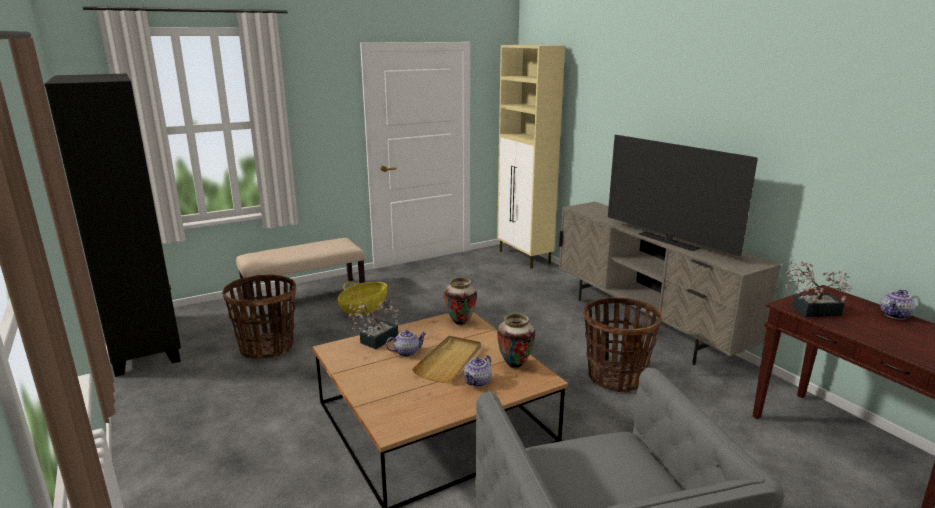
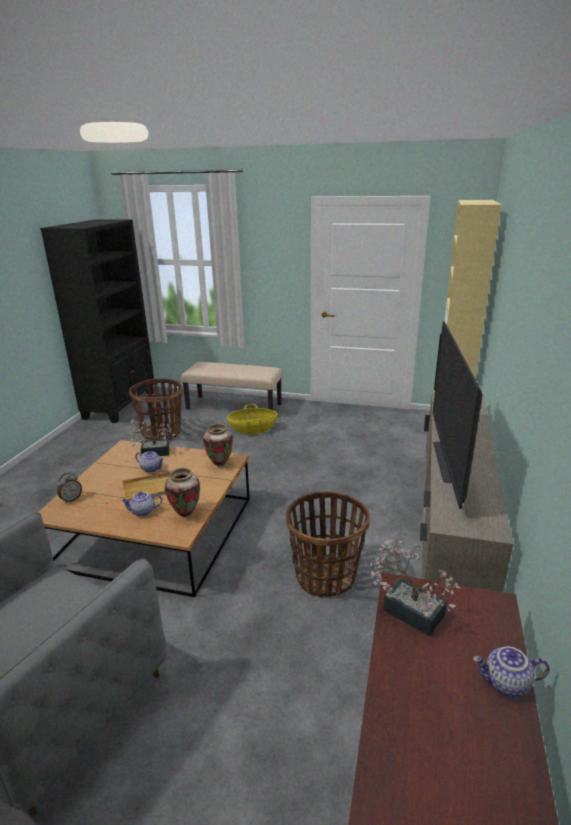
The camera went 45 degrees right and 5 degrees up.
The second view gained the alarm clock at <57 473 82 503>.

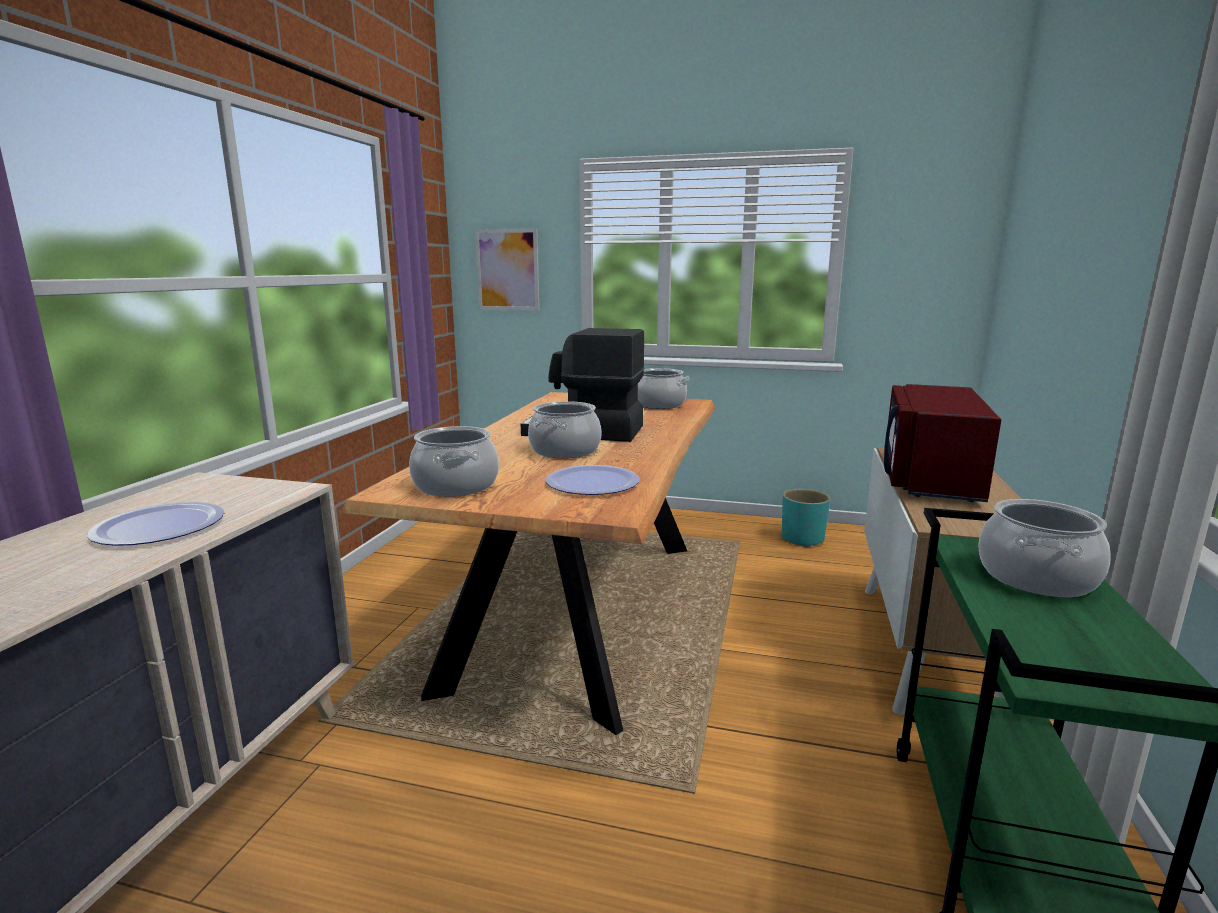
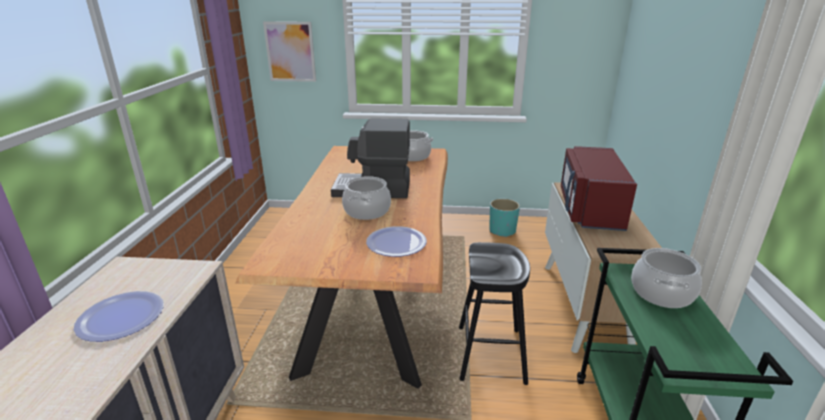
The camera went 10 degrees left and 10 degrees up.
The second view lost the cooking pot at <409 426 499 497>.
The second view gained the black stool at <459 242 530 385>.

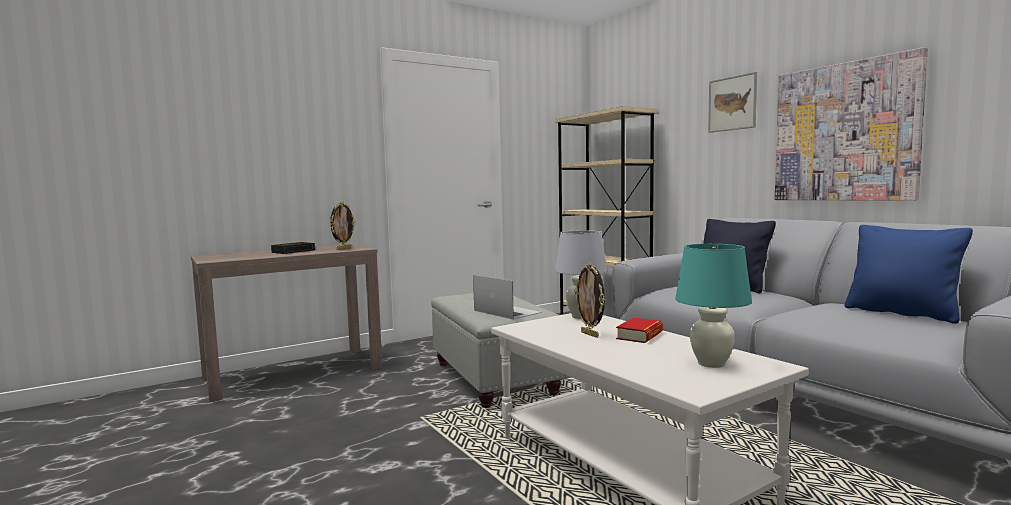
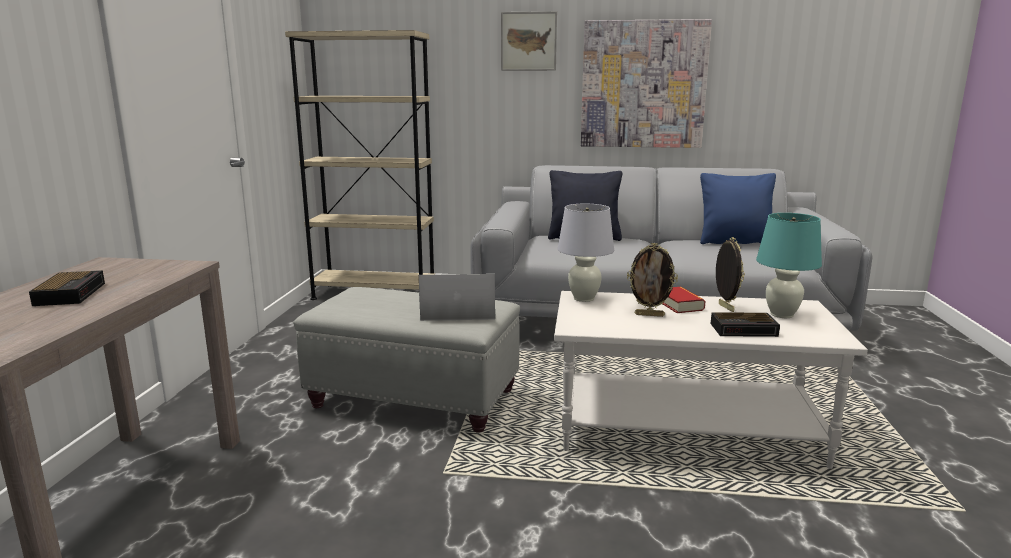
The camera went 50 degrees left and 10 degrees up.
The picture frame ended up elsewhere, having gone from <330 202 356 250> to <716 237 745 312>.
The second view gained the alarm clock at <711 312 780 337>.

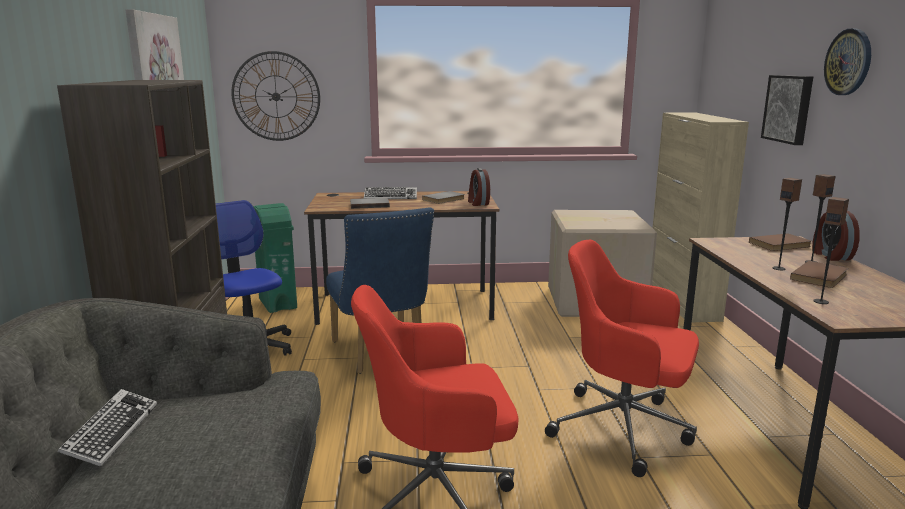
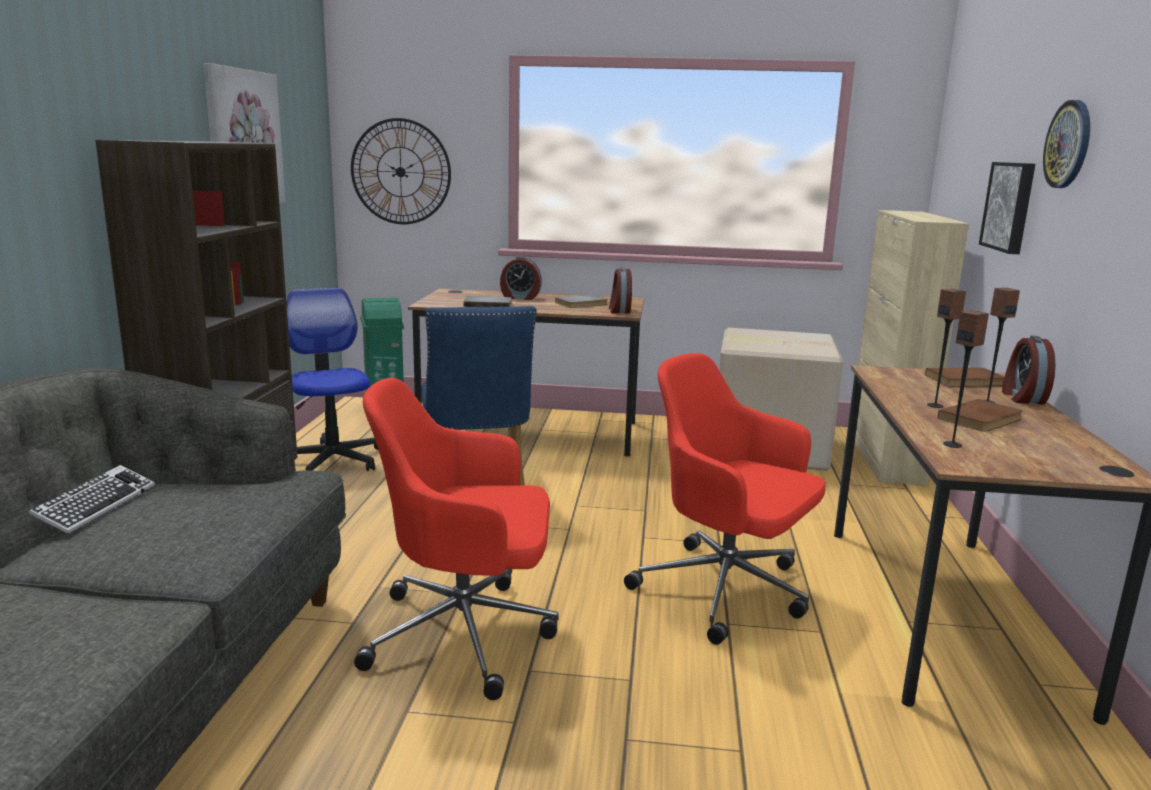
The camera went 10 degrees right and 0 degrees up.
Where the keyboard stood at <364 187 417 199>, the alarm clock came to stand at <500 257 542 300>.

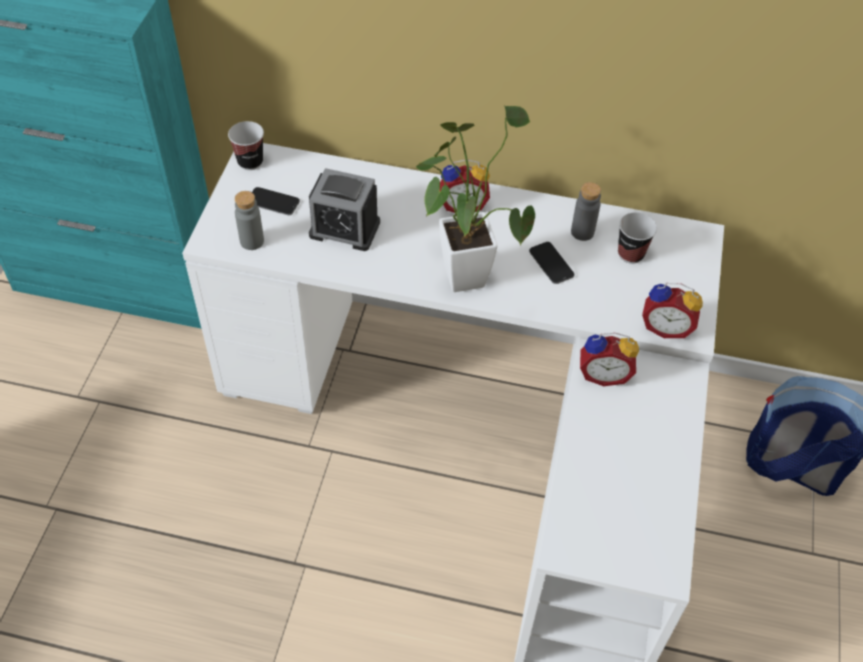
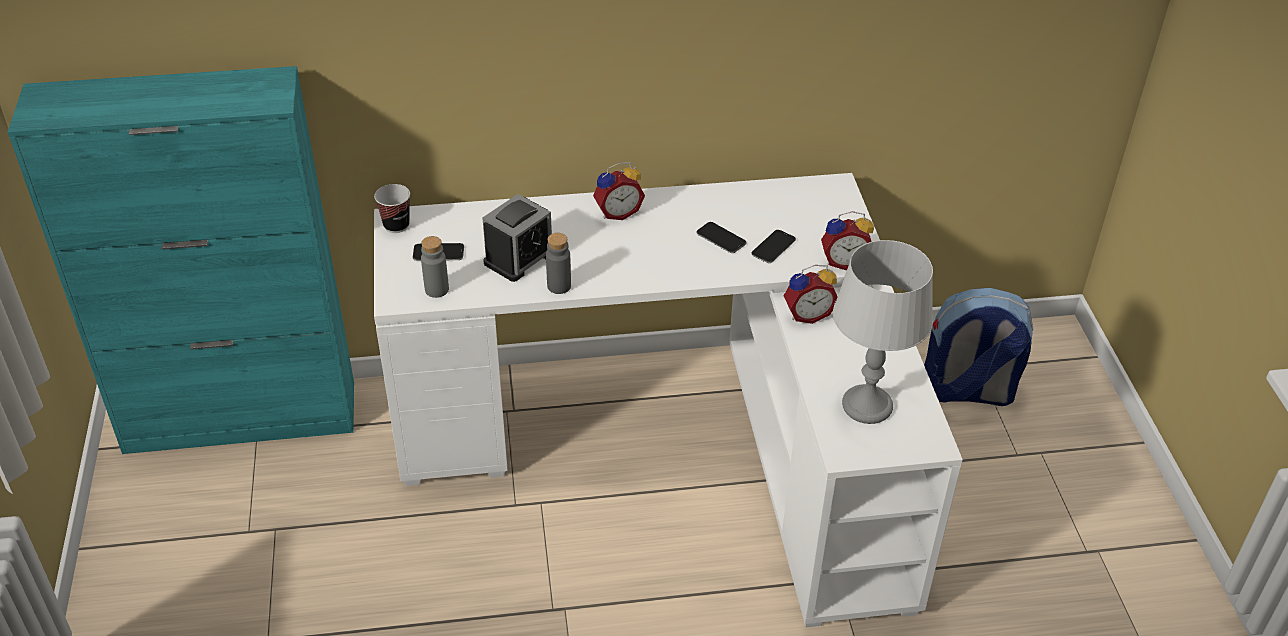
The camera went 20 degrees left and 10 degrees down.
The alarm clock at <309 168 380 251> ended up facing another way, 45 degrees counterclockwise from before.
The second view lost the potted plant at <416 105 535 292>.
The grey bottle ended up elsewhere, having gone from <571 182 601 241> to <546 233 571 294>.
The second view lost the cup at <618 212 657 263>.
The second view gained the phone at <751 230 796 263>.
The second view gained the grey table lamp at <833 240 933 424>.

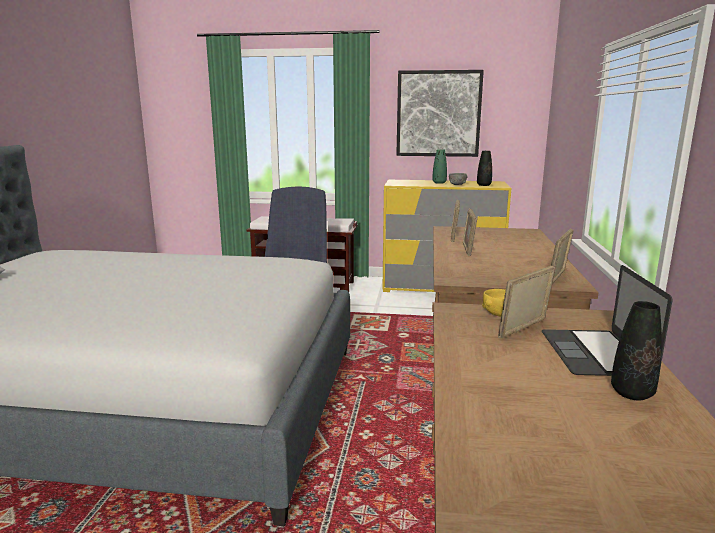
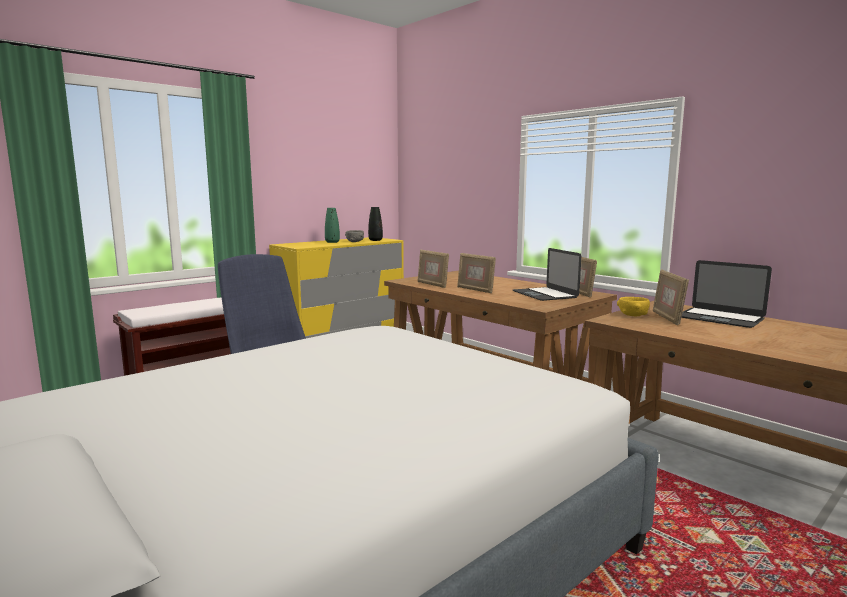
The camera went 50 degrees left and 5 degrees down.
The second view lost the picture at <396 70 484 157>.
The second view lost the black vase at <611 301 662 400>.
The second view gained the laptop at <513 248 581 301>.

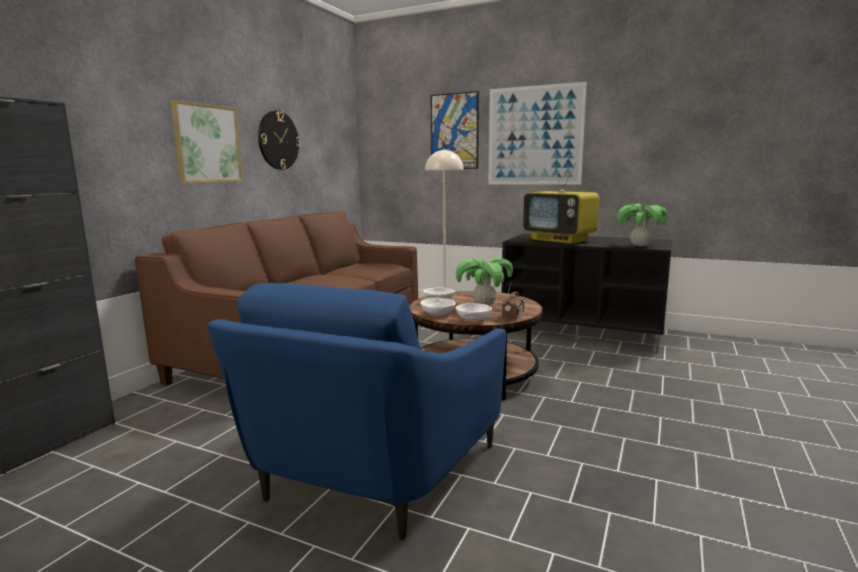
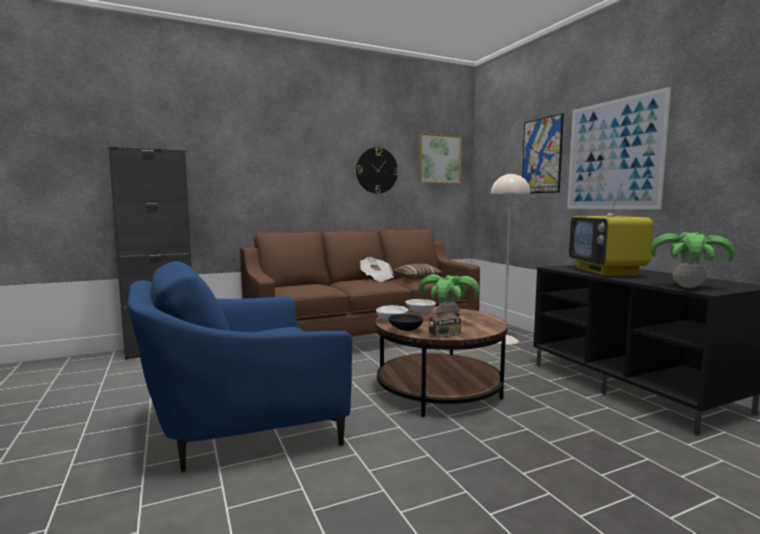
The camera went 40 degrees right and 5 degrees down.
The picture ended up elsewhere, having gone from <170 100 243 183> to <419 133 462 184>.
What was the white bowl at <456 303 492 321> turned into the black bowl at <388 314 424 331>.
The second view gained the newspaper at <360 257 394 282>.
The second view gained the pillow at <392 264 442 279>.

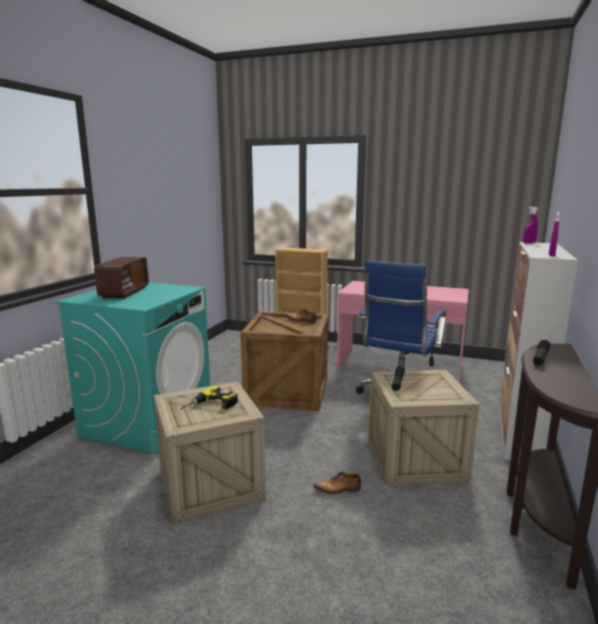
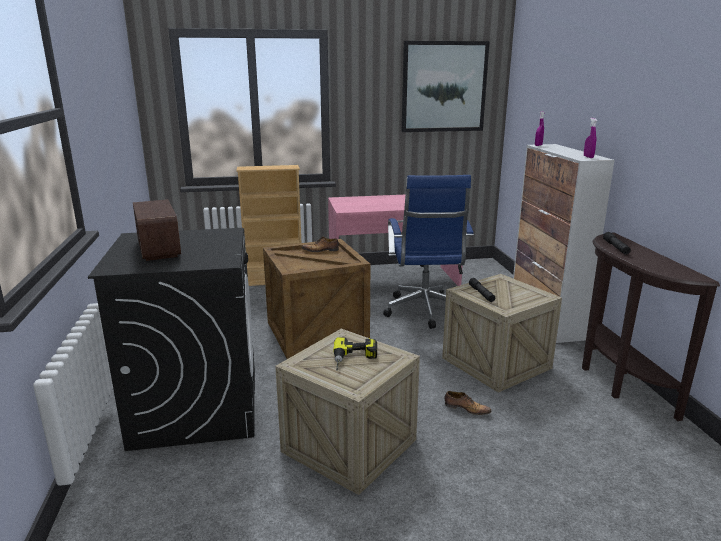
The camera went 30 degrees left and 5 degrees up.
What was the turquoise washing machine at <56 282 210 454> turned into the black washing machine at <88 228 255 451>.
The shoe at <313 472 361 494> ended up facing another way, 120 degrees counterclockwise from before.
The second view gained the picture at <402 41 490 132>.

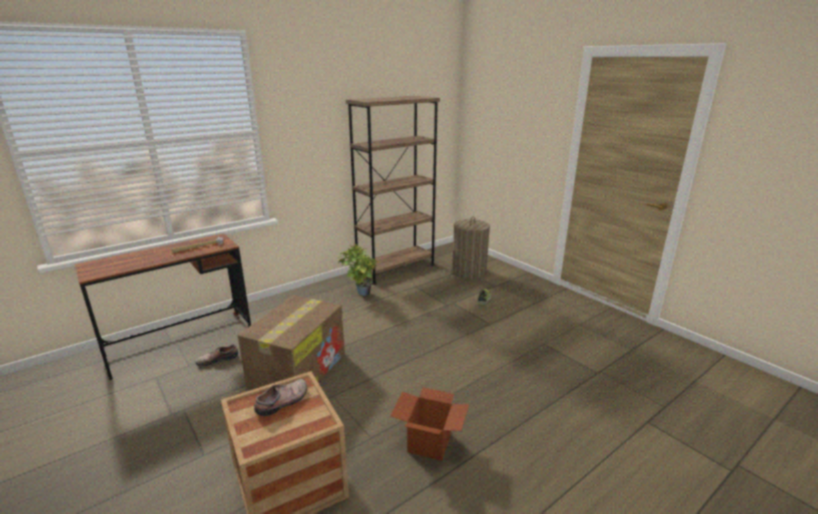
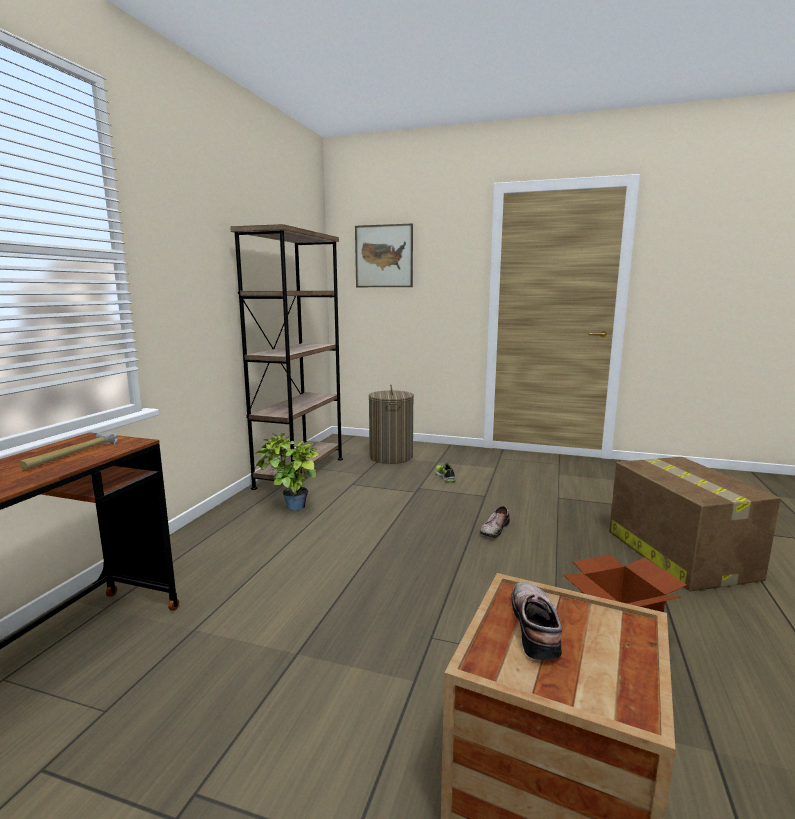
The camera went 35 degrees left and 10 degrees down.
The shoe ended up elsewhere, having gone from <195 344 238 366> to <480 506 510 538>.
The cardboard box ended up elsewhere, having gone from <238 295 345 390> to <609 457 781 591>.
The second view gained the picture at <355 224 413 287>.

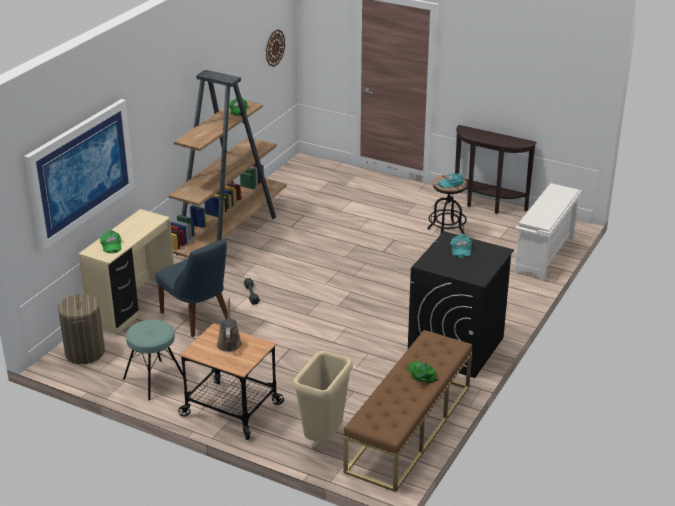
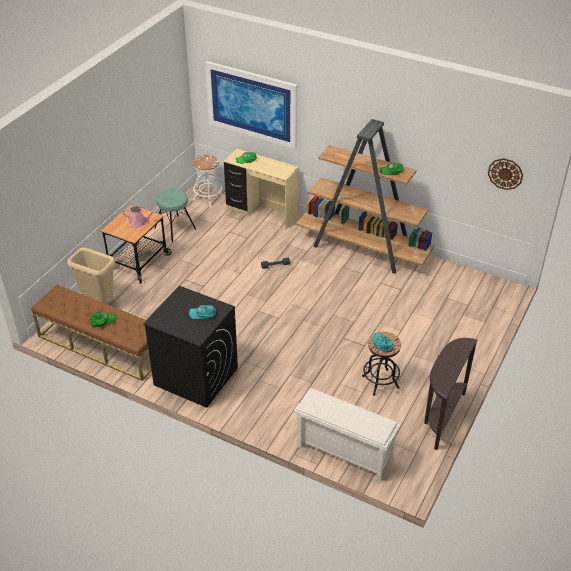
The camera went 90 degrees right and 10 degrees up.
Where the laundry basket stood at <58 294 105 364>, the white stool came to stand at <193 155 224 208>.
The second view lost the blue chair at <156 239 228 337>.
What was the brown watering can at <217 298 242 352> turned into the pink watering can at <123 205 159 228>.

